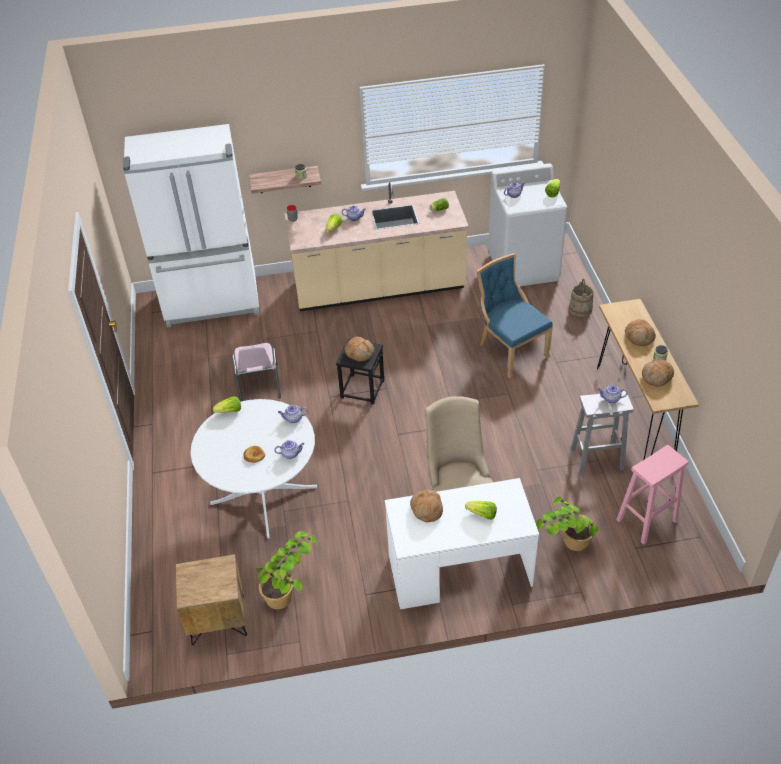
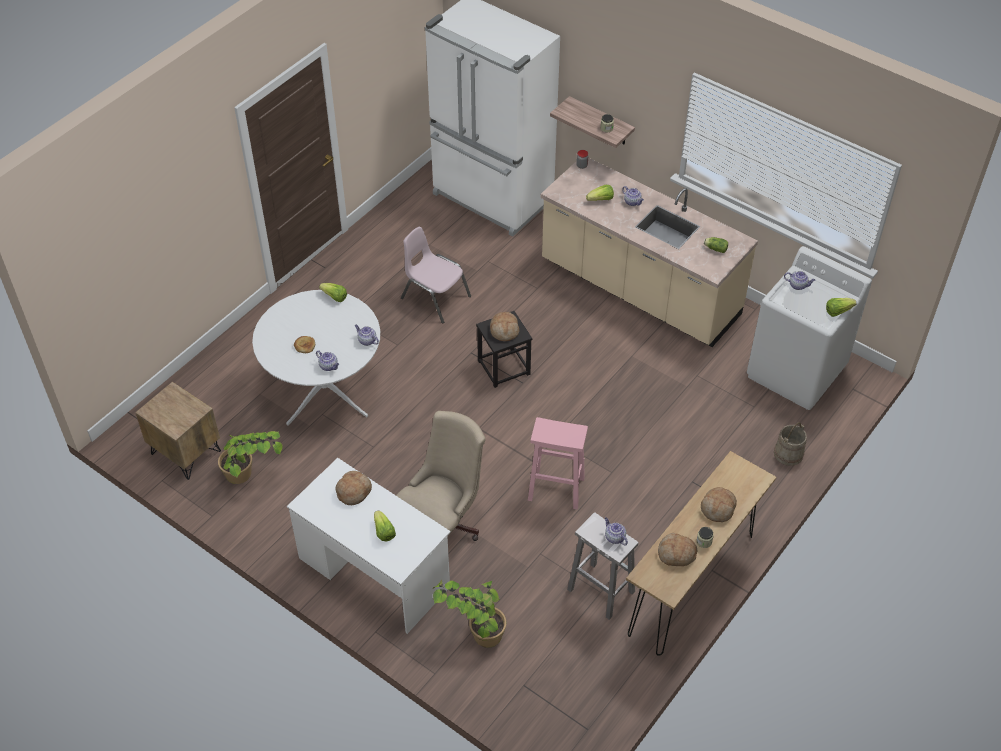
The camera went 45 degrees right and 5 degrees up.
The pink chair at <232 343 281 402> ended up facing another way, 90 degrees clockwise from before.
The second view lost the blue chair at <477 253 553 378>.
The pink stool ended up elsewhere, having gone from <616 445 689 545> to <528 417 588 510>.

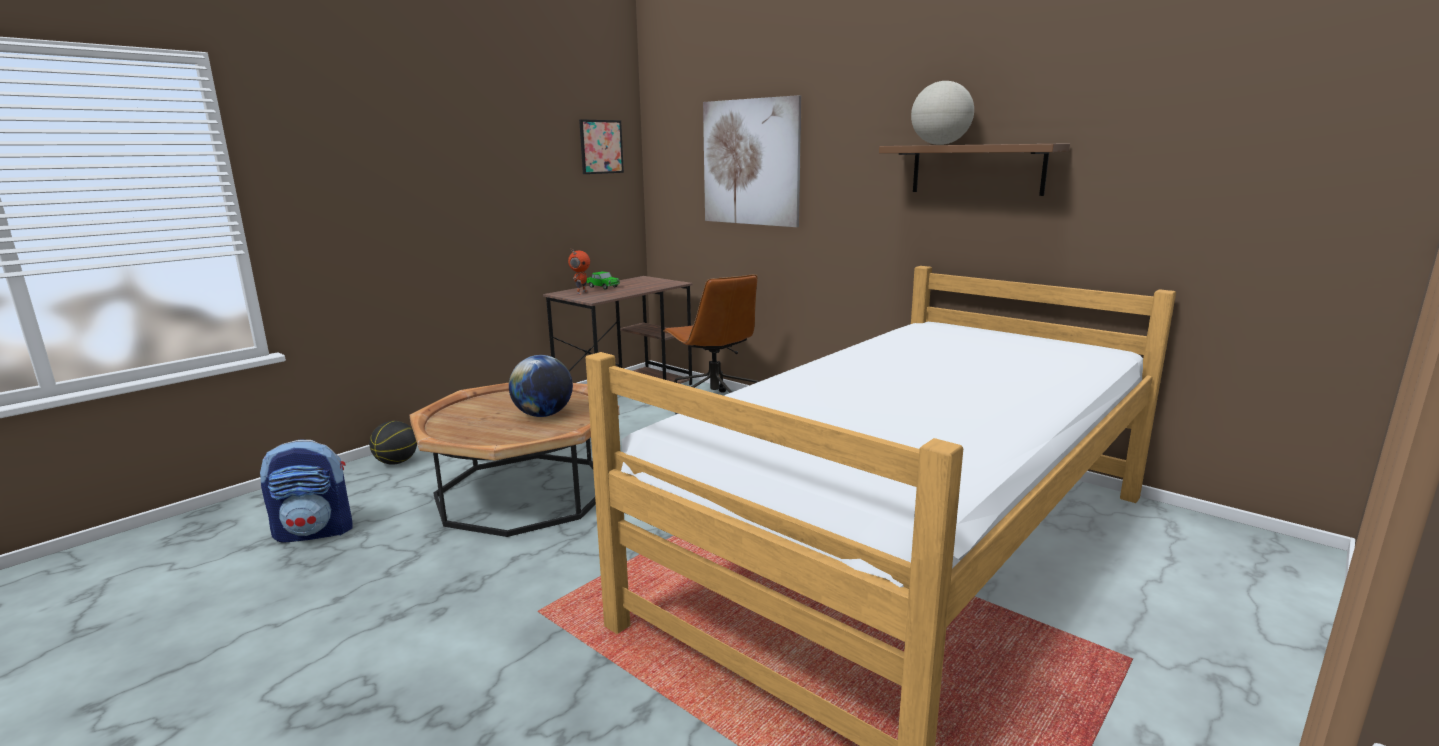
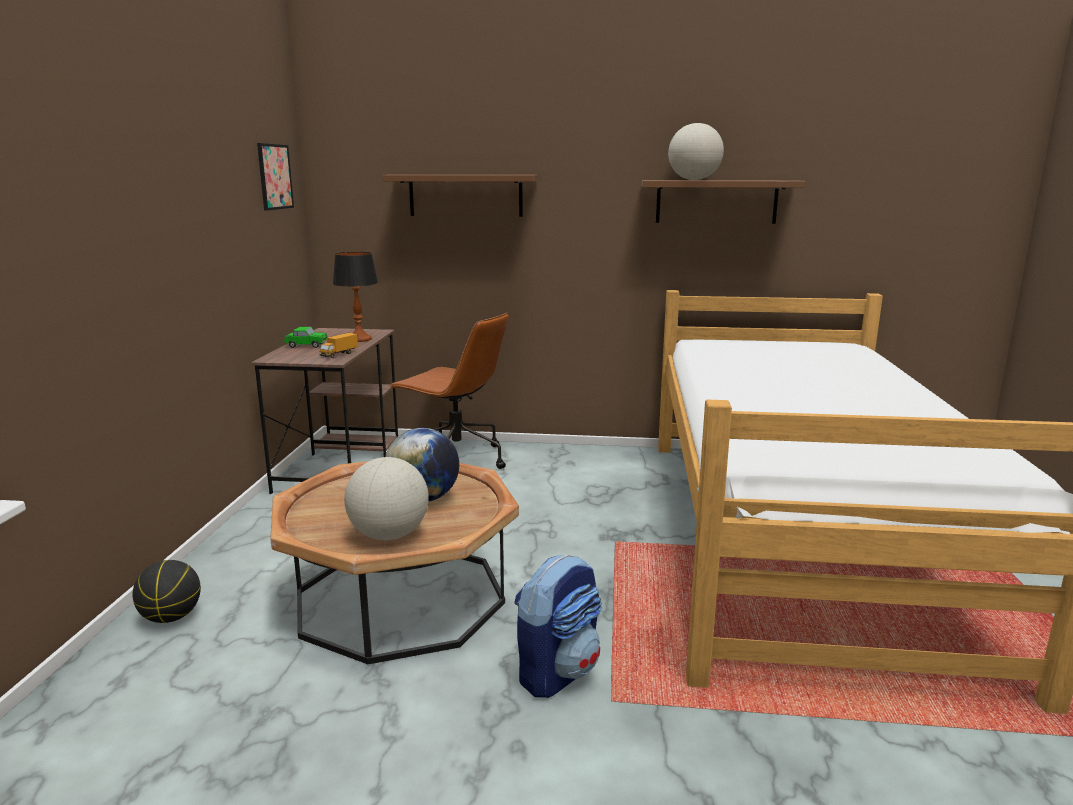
The camera went 35 degrees left and 0 degrees up.
The backpack ended up elsewhere, having gone from <260 439 353 543> to <514 554 602 698>.
The second view lost the toy robot at <568 249 590 295>.
Where the picture hung at <703 95 802 227>, the brown shelf came to hang at <382 175 538 217>.
The second view gained the toy truck at <320 333 358 358>.
The second view gained the table lamp at <333 252 378 342>.
The second view gained the globe at <344 457 429 540>.

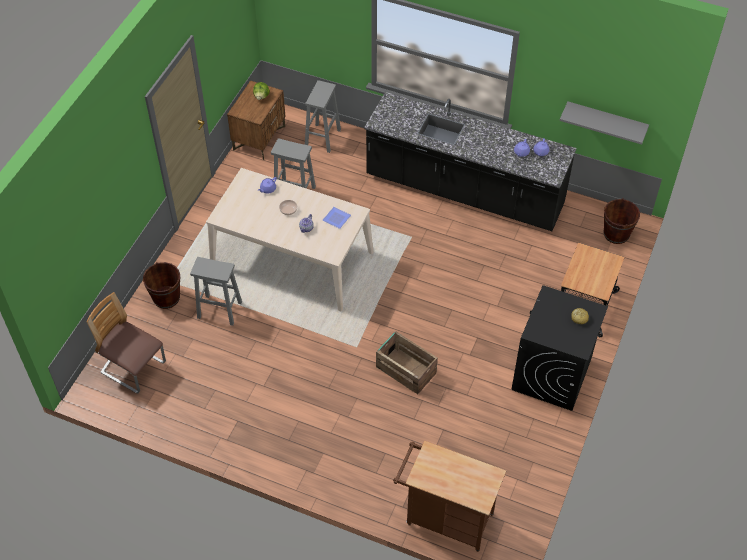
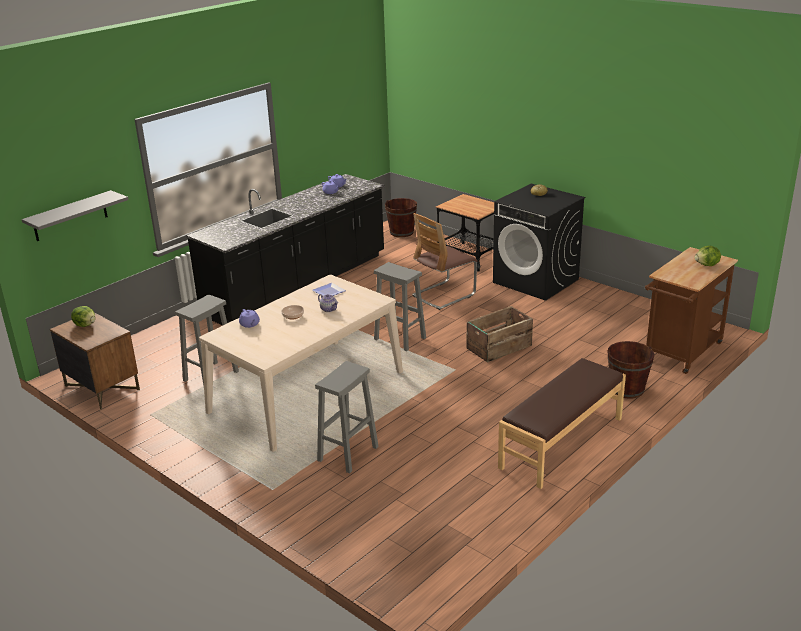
The camera went 70 degrees left and 25 degrees down.
The chair ended up elsewhere, having gone from <86 292 166 393> to <412 213 478 310>.
The brown bucket ended up elsewhere, having gone from <143 262 180 309> to <607 341 654 399>.
The grey stool ended up elsewhere, having gone from <305 80 341 153> to <374 262 426 351>.
The grey shelf ended up elsewhere, having gone from <559 101 649 145> to <22 190 129 241>.
The second view gained the brown bench at <498 358 626 489>.
The second view gained the lettuce at <694 246 721 266>.

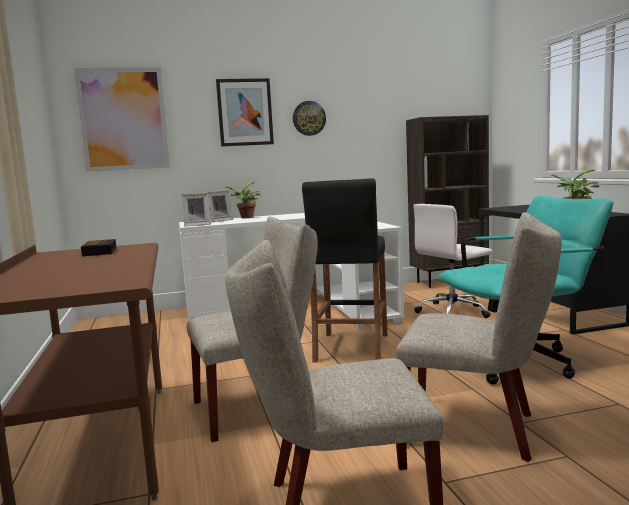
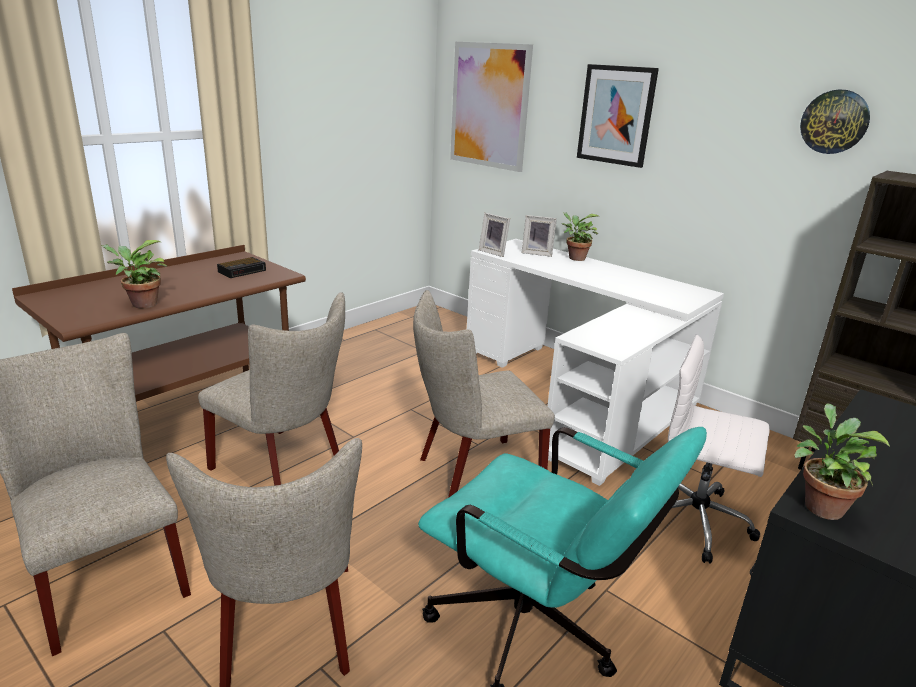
The camera went 55 degrees right and 15 degrees up.
The wall clock ended up elsewhere, having gone from <293 101 326 136> to <800 90 870 154>.
Where the black stool stood at <302 178 388 363>, the beige chair came to stand at <413 290 555 498>.
The second view gained the potted plant at <101 240 167 308>.

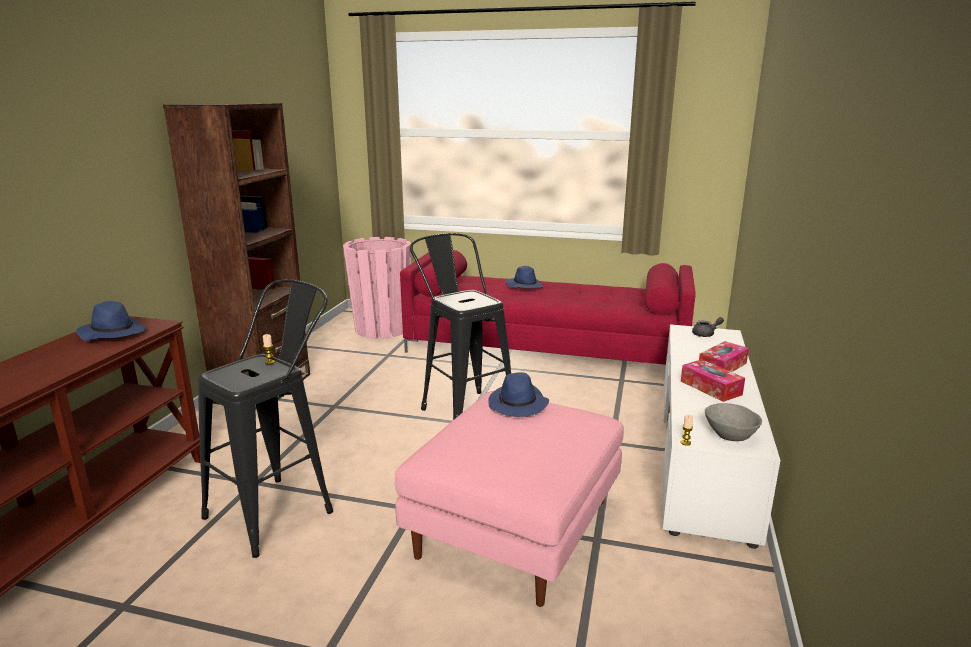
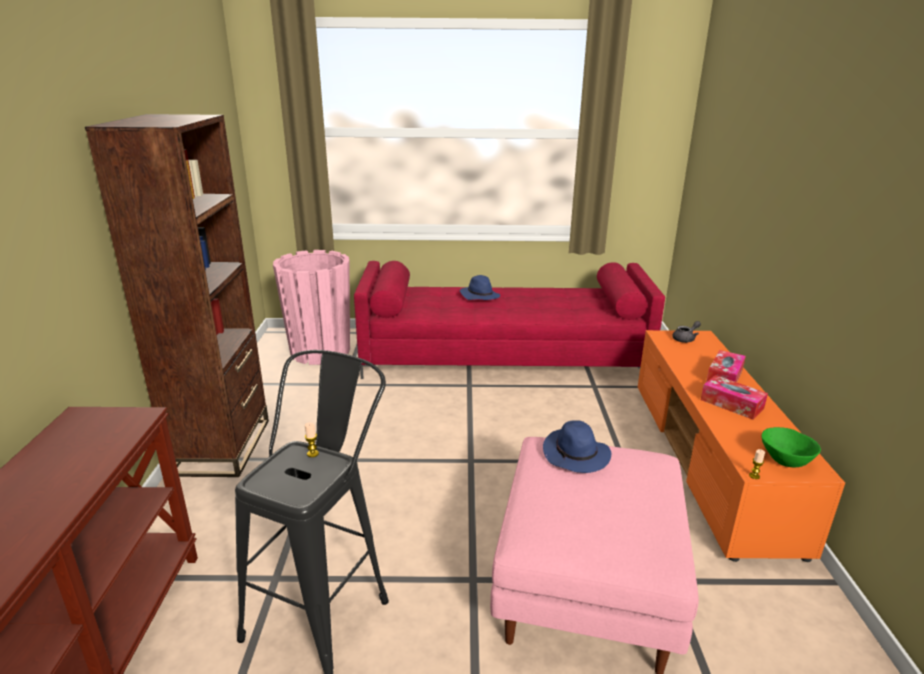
The camera went 15 degrees left and 5 degrees up.
The second view lost the blue hat at <76 301 147 341>.
The second view lost the black stool at <410 233 511 420>.
What was the white tv stand at <663 324 780 549> turned into the orange tv stand at <638 330 845 562>.
What was the grey bowl at <705 403 762 441> turned into the green bowl at <762 427 821 467>.

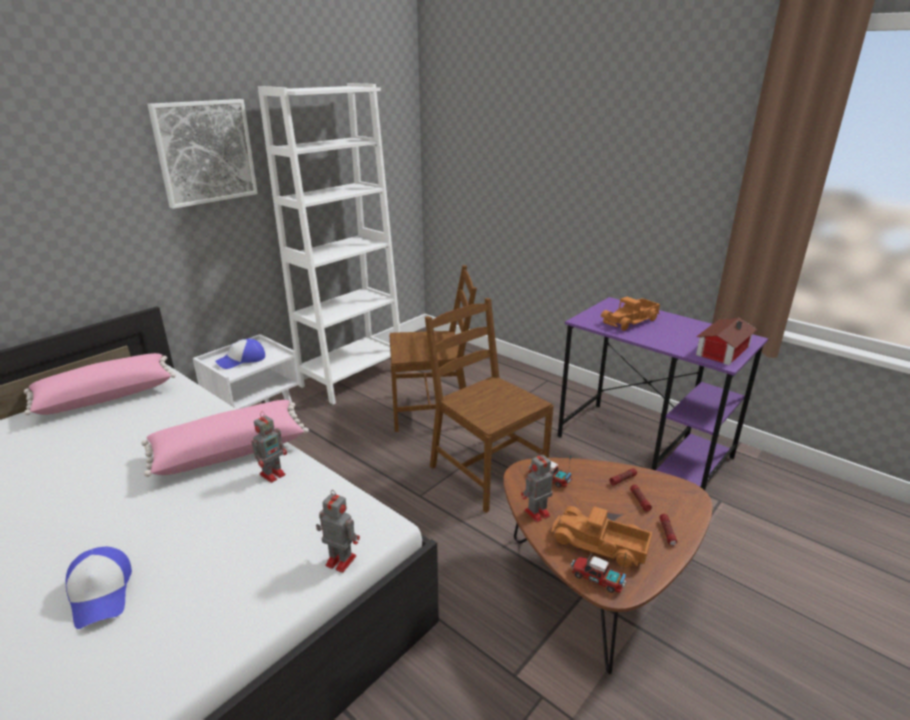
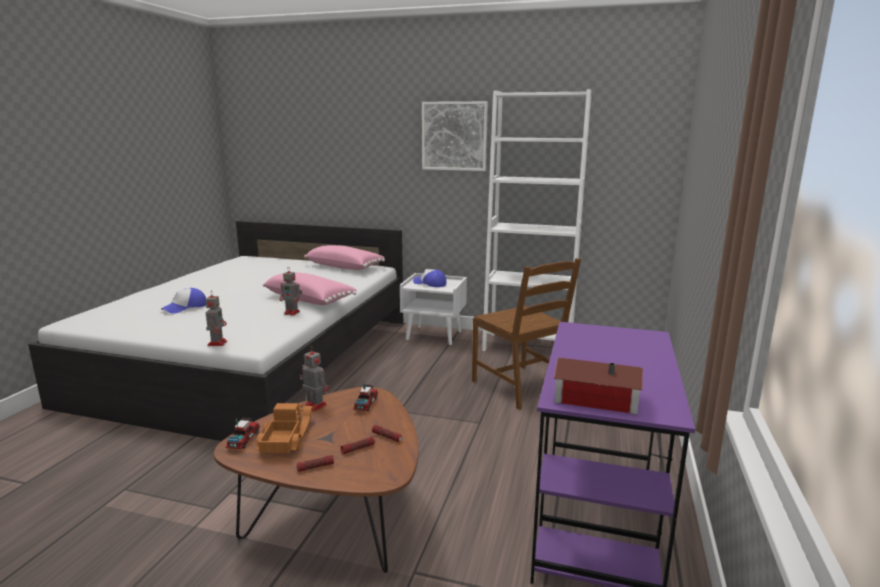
The camera went 65 degrees right and 10 degrees down.
The second view lost the brown chair at <425 298 554 513>.
The second view lost the toy truck at <601 297 660 331>.

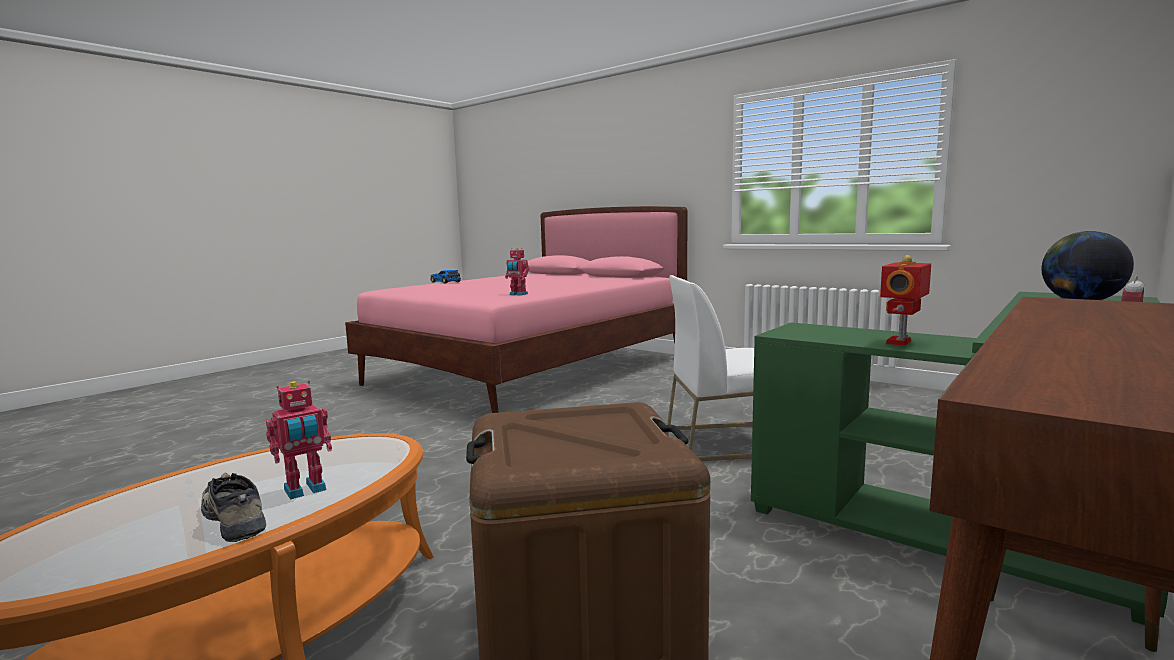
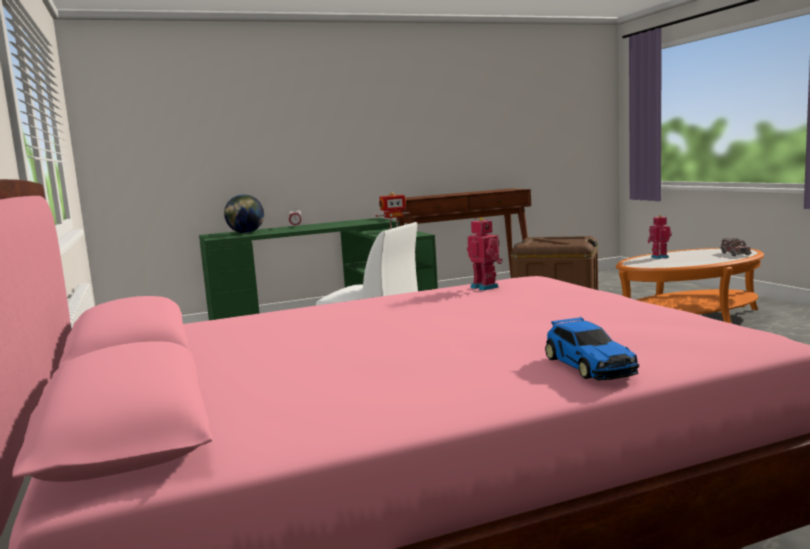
The camera went 150 degrees left and 0 degrees up.
The second view lost the shoe at <201 473 266 542>.
The second view gained the toy truck at <719 238 752 256>.

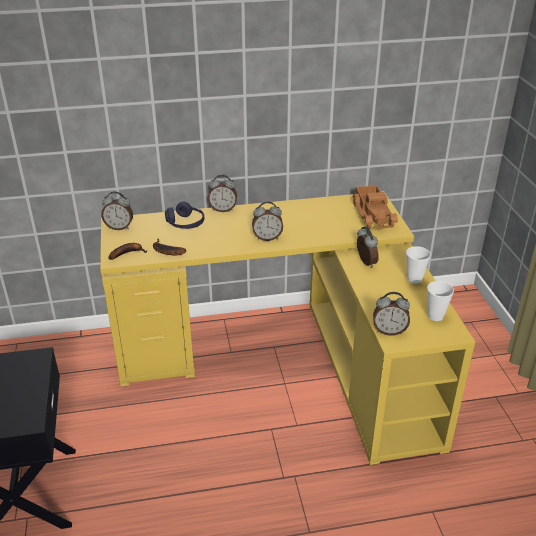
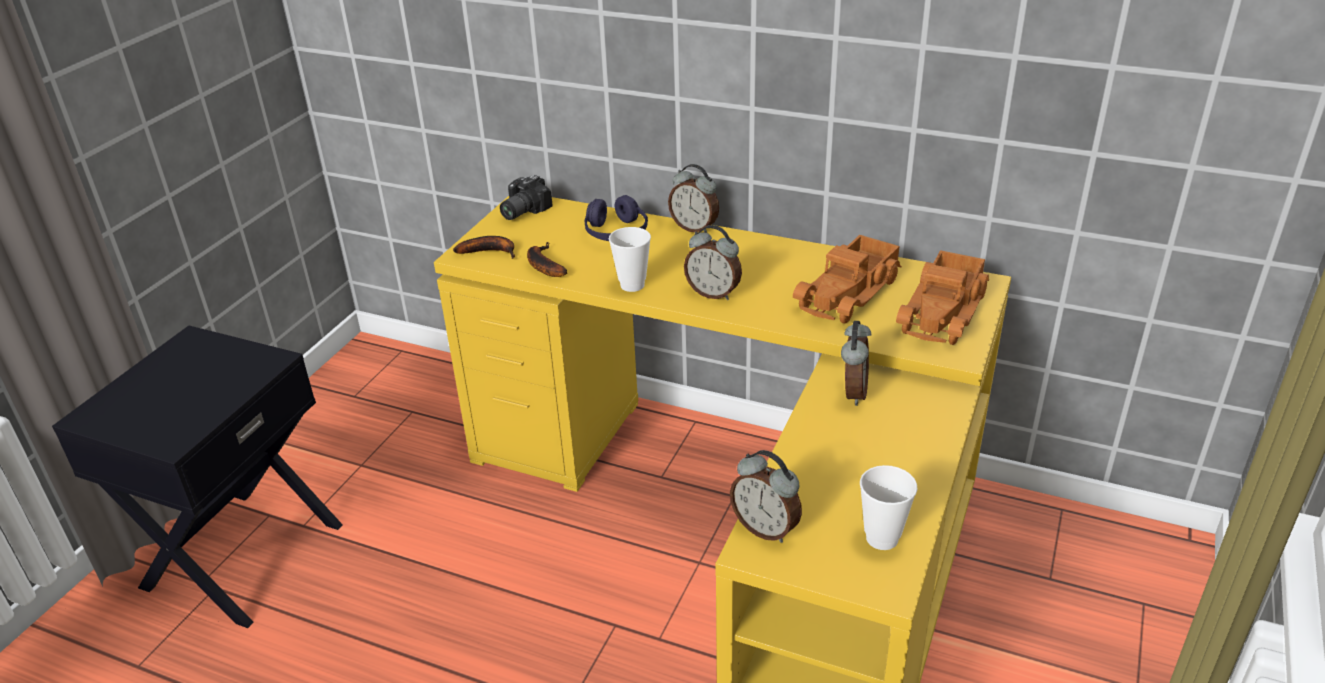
The camera went 35 degrees right and 0 degrees up.
Where the alarm clock stood at <101 192 133 230>, the photo camera came to stand at <500 175 553 220>.
The cup ended up elsewhere, having gone from <406 246 431 284> to <609 227 651 292>.
The second view gained the toy truck at <793 235 902 324>.

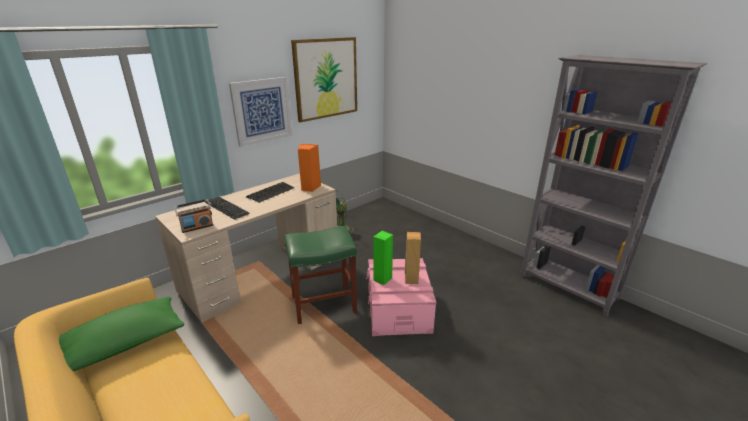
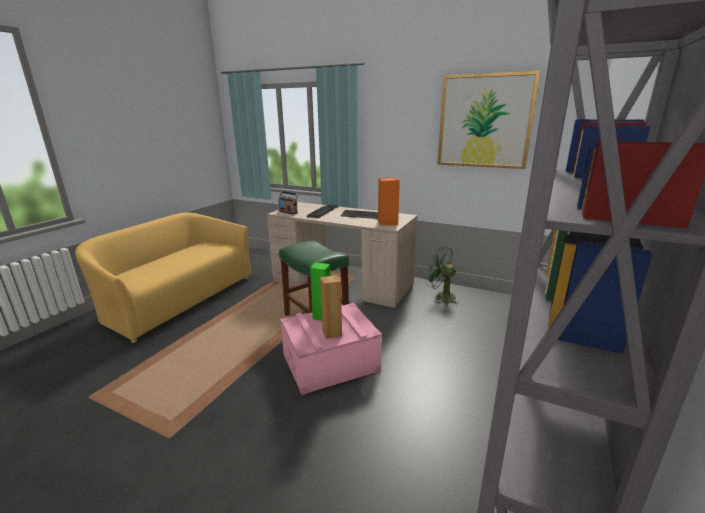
The camera went 70 degrees right and 5 degrees down.
The second view lost the green pillow at <59 296 184 371>.
The second view lost the picture at <229 77 292 147>.

